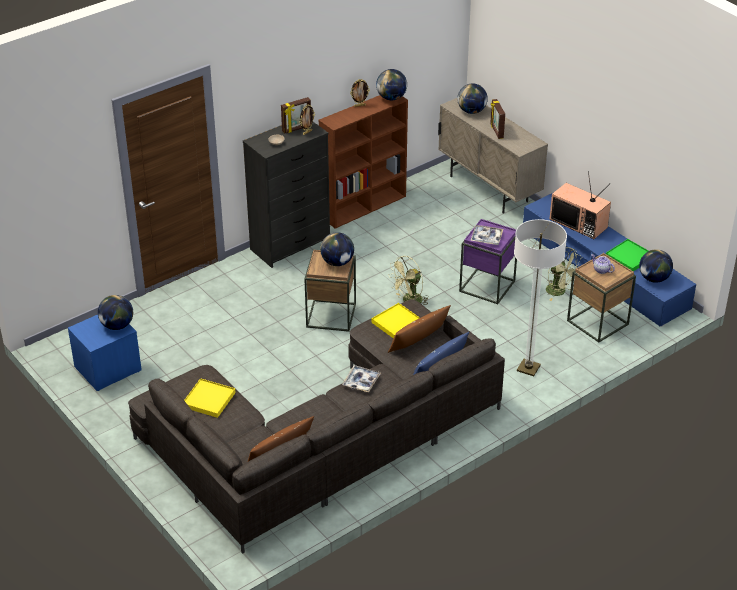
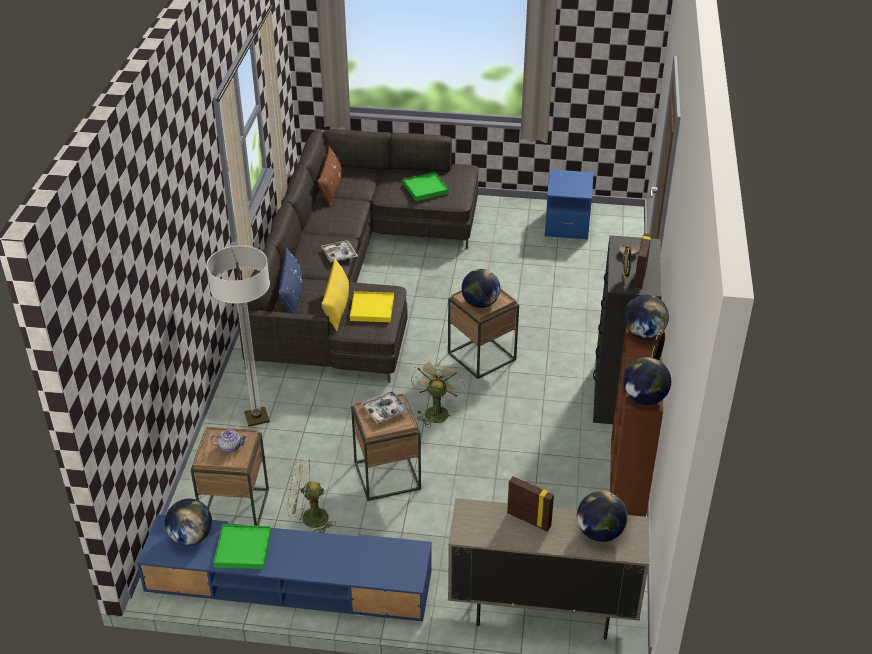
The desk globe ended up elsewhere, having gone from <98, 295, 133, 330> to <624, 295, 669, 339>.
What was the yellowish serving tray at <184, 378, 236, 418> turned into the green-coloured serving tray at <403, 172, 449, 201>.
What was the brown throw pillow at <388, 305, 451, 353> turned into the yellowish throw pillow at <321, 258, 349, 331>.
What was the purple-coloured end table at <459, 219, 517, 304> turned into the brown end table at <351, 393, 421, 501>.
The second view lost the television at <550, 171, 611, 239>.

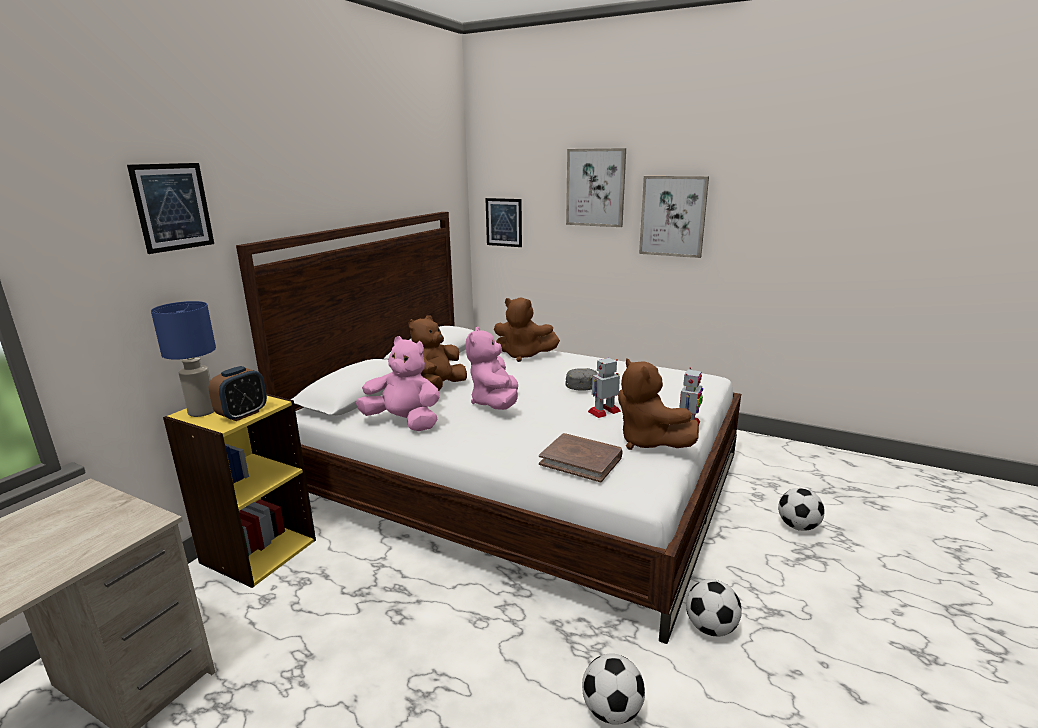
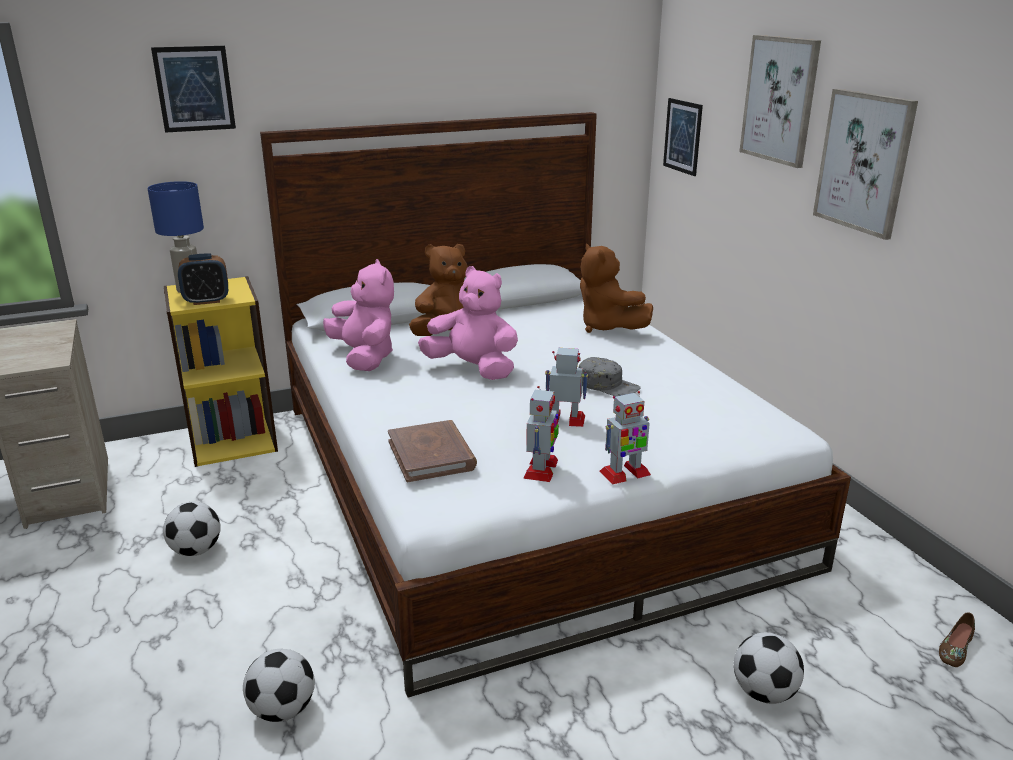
The pink-coloured soft toy at <466, 327, 518, 410> ended up facing another way, 75 degrees clockwise from before.
Where the brown soft toy stood at <618, 358, 699, 450>, the model robot came to stand at <523, 386, 559, 482>.
The football ended up elsewhere, having gone from <686, 579, 742, 637> to <163, 502, 221, 556>.
The second view gained the brown shoe at <939, 612, 975, 667>.

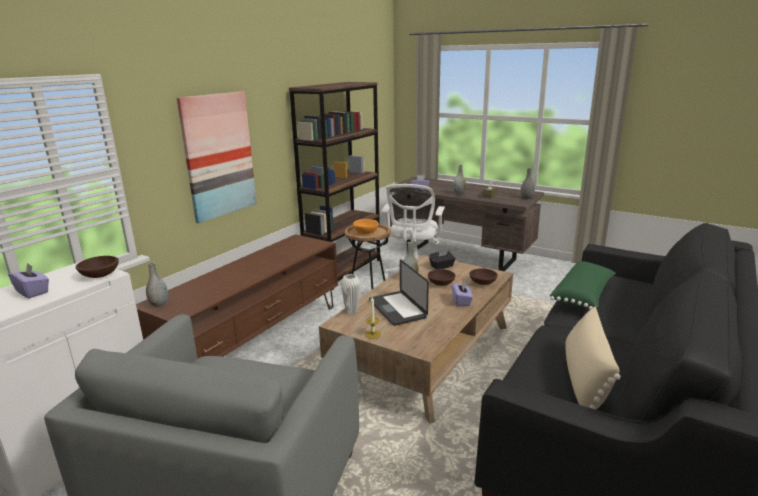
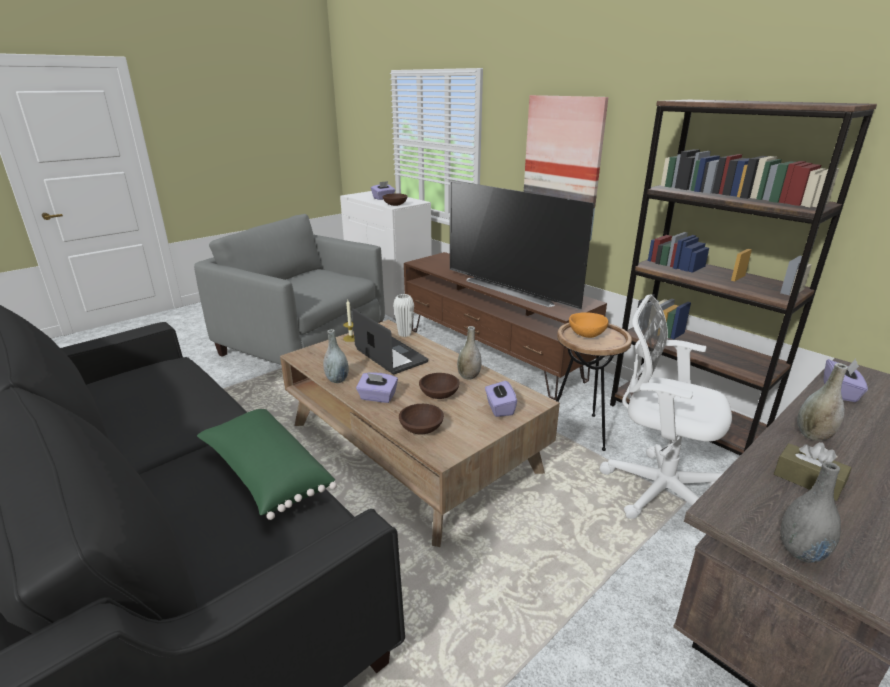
The grey flower vase ended up elsewhere, having gone from <146, 262, 168, 307> to <323, 329, 349, 383>.
The portable computer at <369, 260, 429, 326> ended up facing another way, 60 degrees clockwise from before.
What was the black box of tissues at <429, 250, 456, 270> turned into the purple-coloured box of tissues at <485, 381, 517, 417>.
The second view lost the beige throw pillow at <565, 307, 621, 410>.
The second view gained the television at <450, 180, 594, 310>.

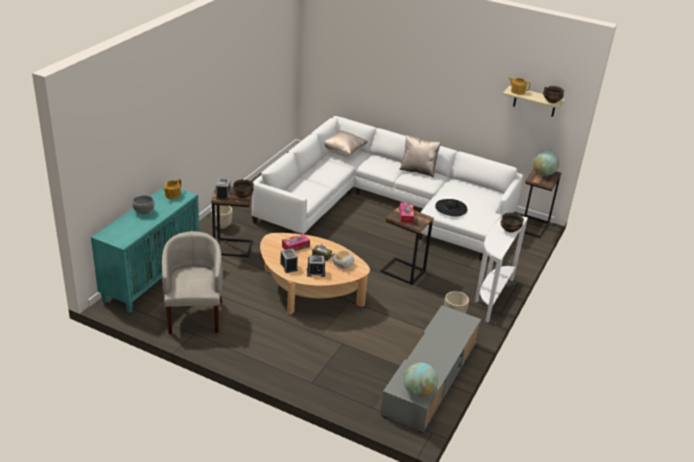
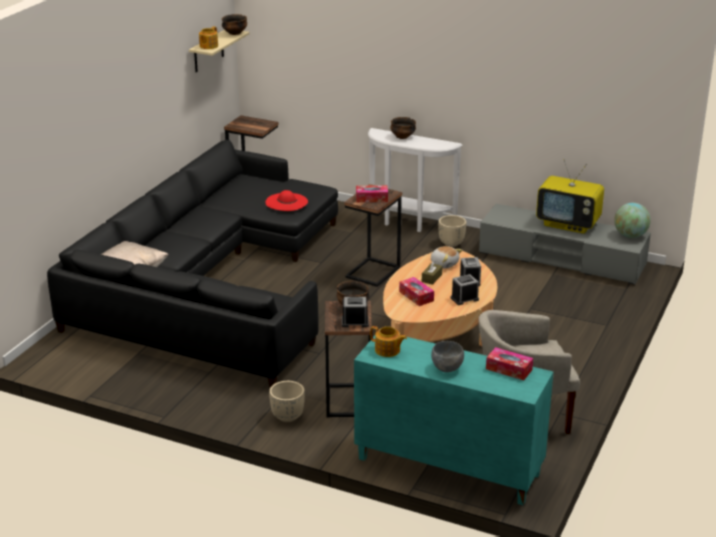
What was the whitish settee at <252, 116, 523, 260> turned into the black settee at <47, 140, 338, 388>.
The second view lost the beige throw pillow at <399, 135, 441, 178>.
What was the black wearable hat at <435, 199, 467, 216> turned into the red-coloured wearable hat at <265, 190, 308, 211>.
The second view lost the desk globe at <533, 150, 559, 176>.
The second view gained the box of tissues at <486, 347, 533, 380>.
The second view gained the television at <536, 159, 604, 234>.

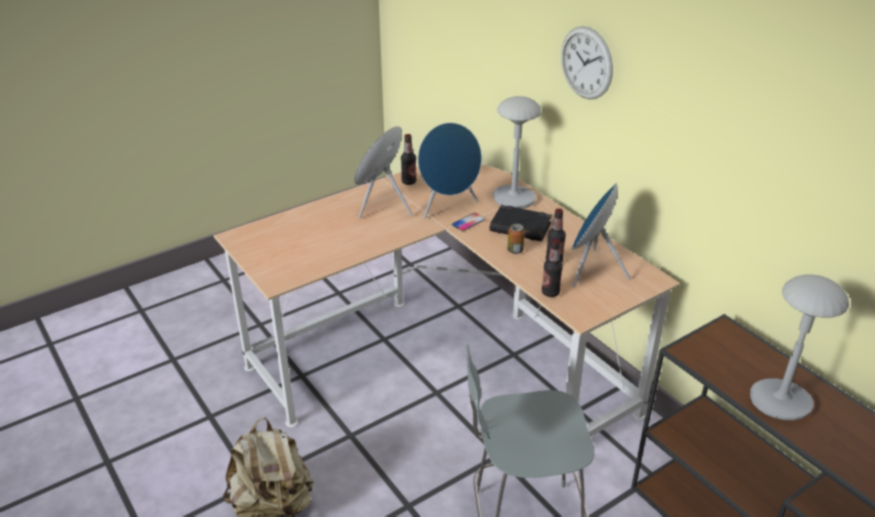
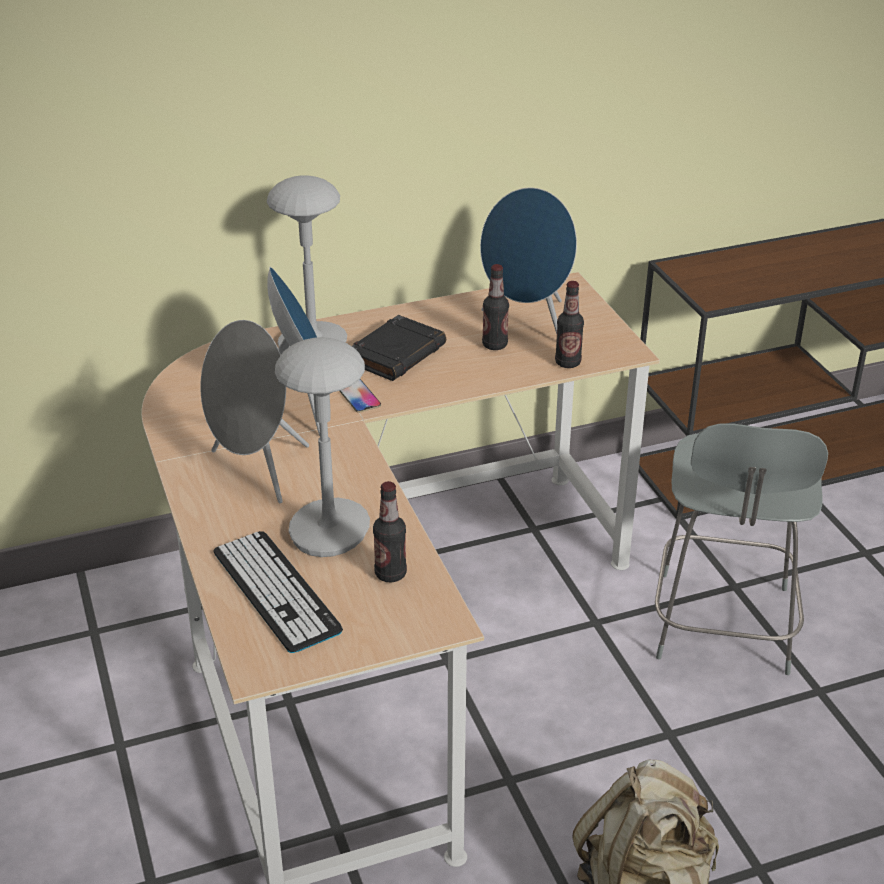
The bottle ended up elsewhere, having gone from <401, 134, 417, 185> to <373, 481, 407, 582>.
The second view lost the can at <507, 224, 525, 254>.
The second view lost the clock on the wall at <561, 26, 613, 99>.
The grey tabletop lamp ended up elsewhere, having gone from <750, 275, 849, 420> to <275, 337, 370, 557>.
The second view gained the computer keyboard at <213, 531, 343, 653>.

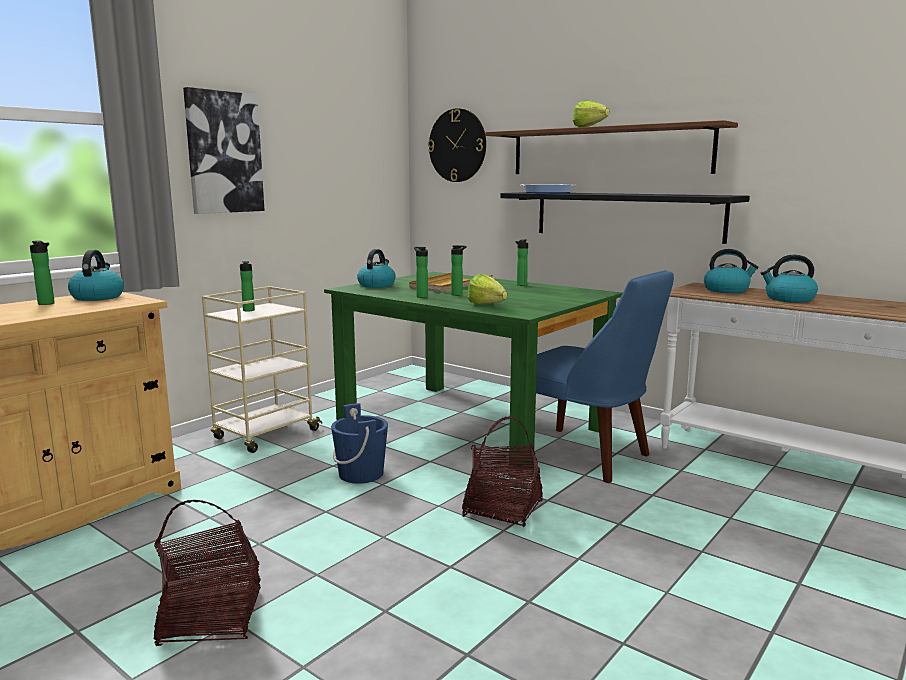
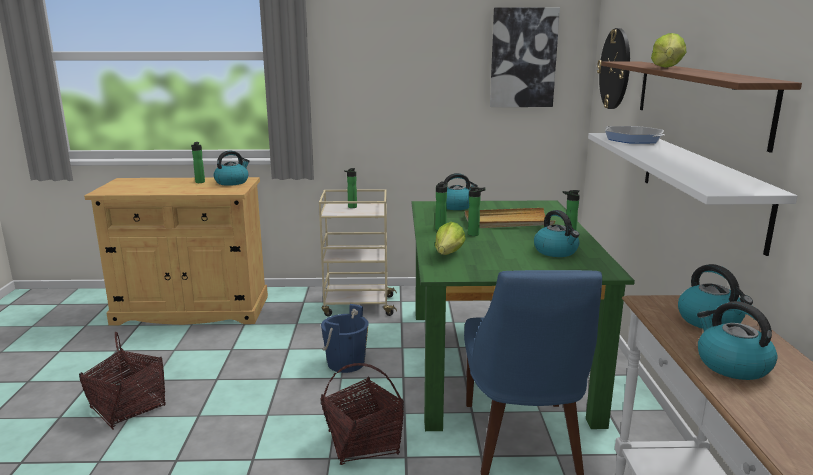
The wall art ended up elsewhere, having gone from <183, 87, 265, 214> to <490, 8, 560, 107>.
What was the black shelf at <500, 192, 750, 244> turned into the whitish shelf at <588, 133, 797, 256>.
The second view gained the water kettle at <534, 210, 579, 257>.

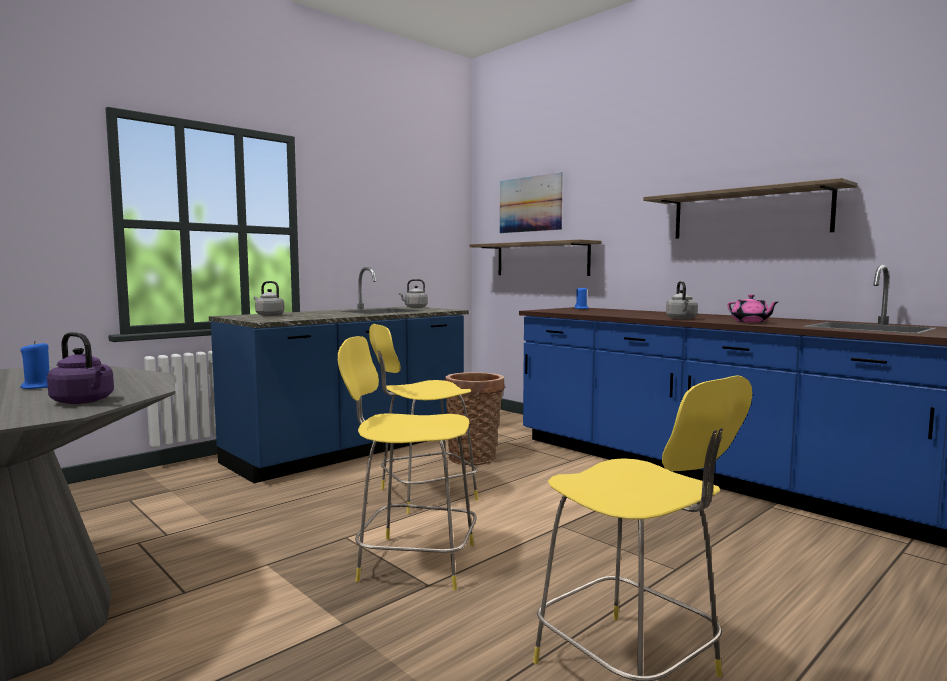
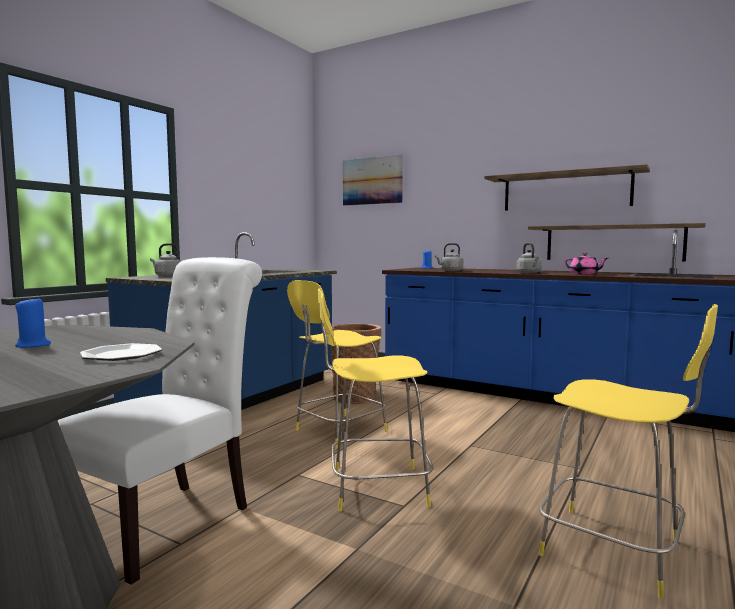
Where the purple-coloured water kettle stood at <47, 332, 114, 404>, the plate came to stand at <80, 343, 162, 361>.
The grey water kettle ended up elsewhere, having gone from <399, 279, 428, 308> to <435, 243, 463, 271>.
The shelf ended up elsewhere, having gone from <469, 239, 602, 276> to <528, 223, 706, 262>.
The second view gained the whitish upright chair at <57, 257, 262, 585>.

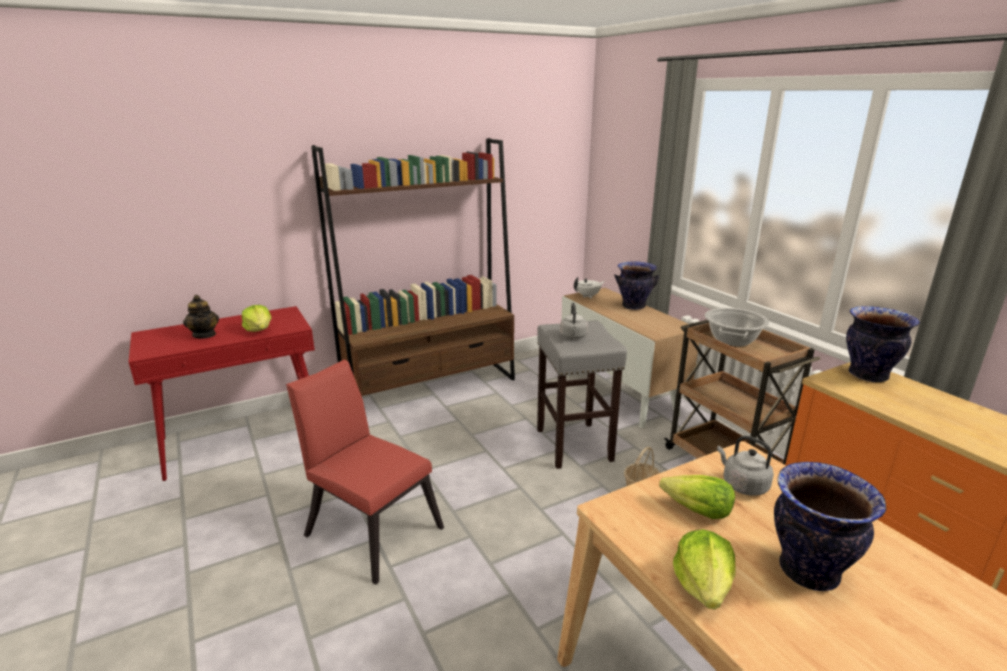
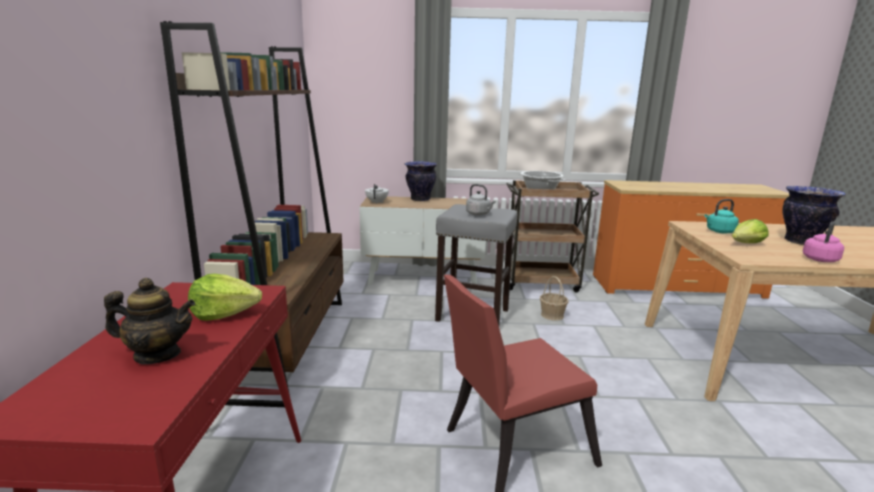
Where the lettuce head stood at <673, 529, 735, 610>, the pink-coloured water kettle came to stand at <803, 222, 844, 262>.
What was the grey water kettle at <717, 436, 774, 496> turned into the turquoise water kettle at <705, 199, 739, 234>.
The second view lost the flower vase at <846, 306, 920, 382>.

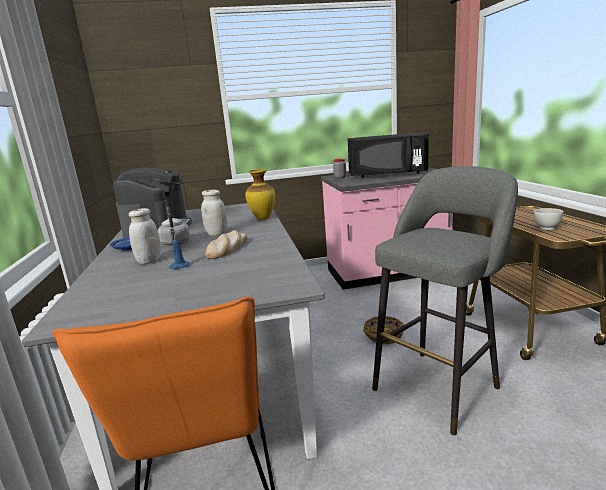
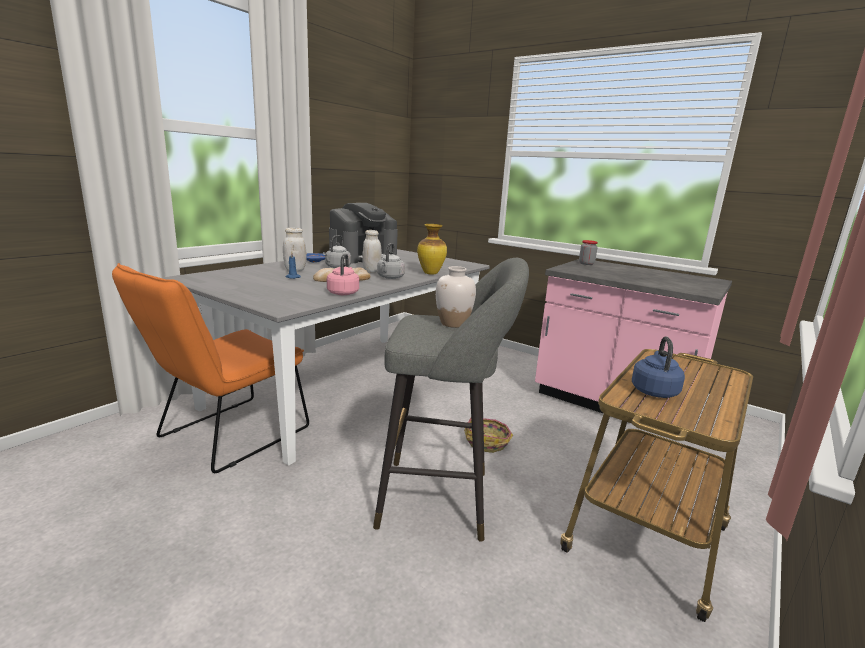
The second view lost the black kitchen microwave at <348, 132, 429, 178>.
Where the whitish deep dish stood at <534, 208, 564, 230>, the blue-coloured water kettle came to stand at <632, 336, 685, 398>.
The second view gained the pink-coloured water kettle at <327, 253, 359, 295>.
The second view gained the grey water kettle at <377, 243, 405, 279>.
The second view gained the whitish flower vase at <436, 266, 476, 328>.

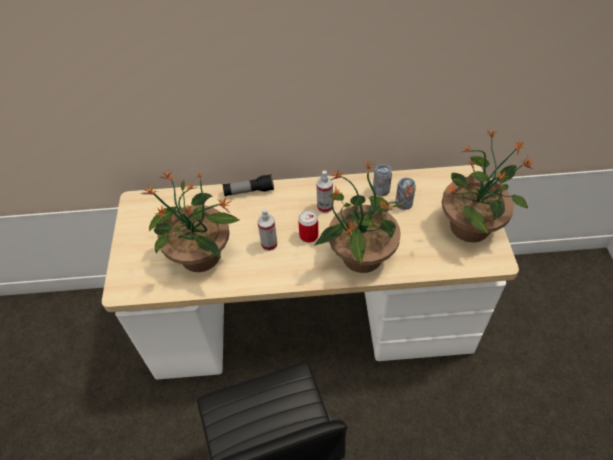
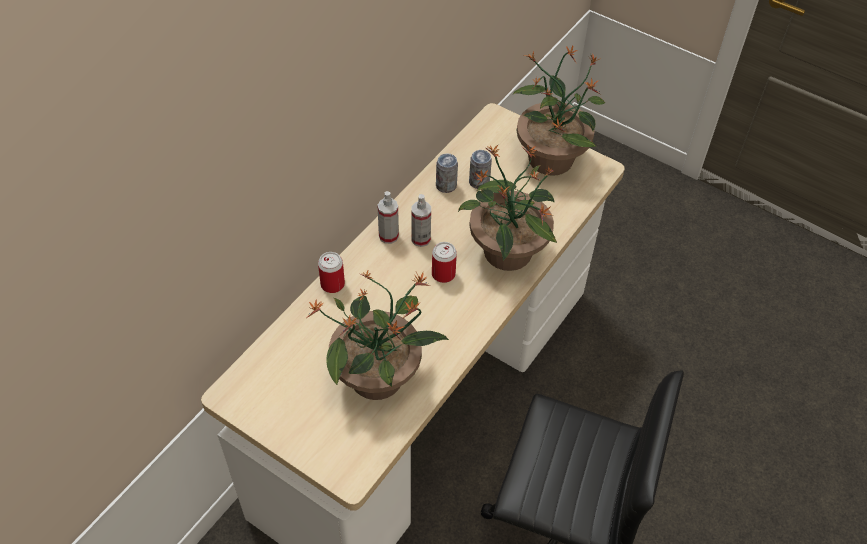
Where the hand torch stood at <223, 174, 274, 196>, the can came to stand at <318, 252, 345, 293>.
The spray bottle ended up elsewhere, having gone from <257, 208, 277, 251> to <378, 191, 399, 244>.

